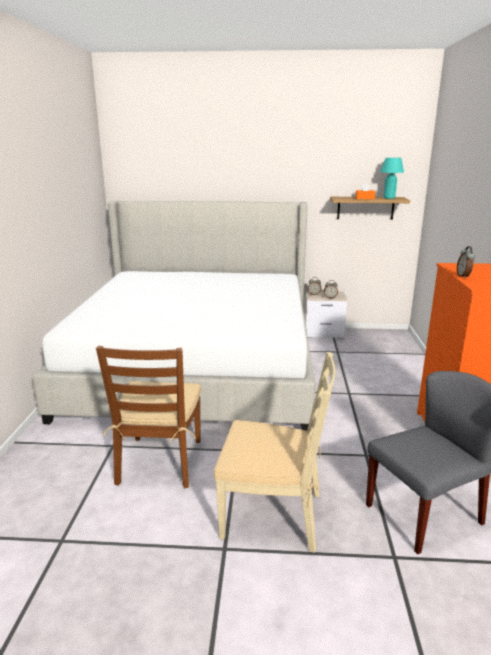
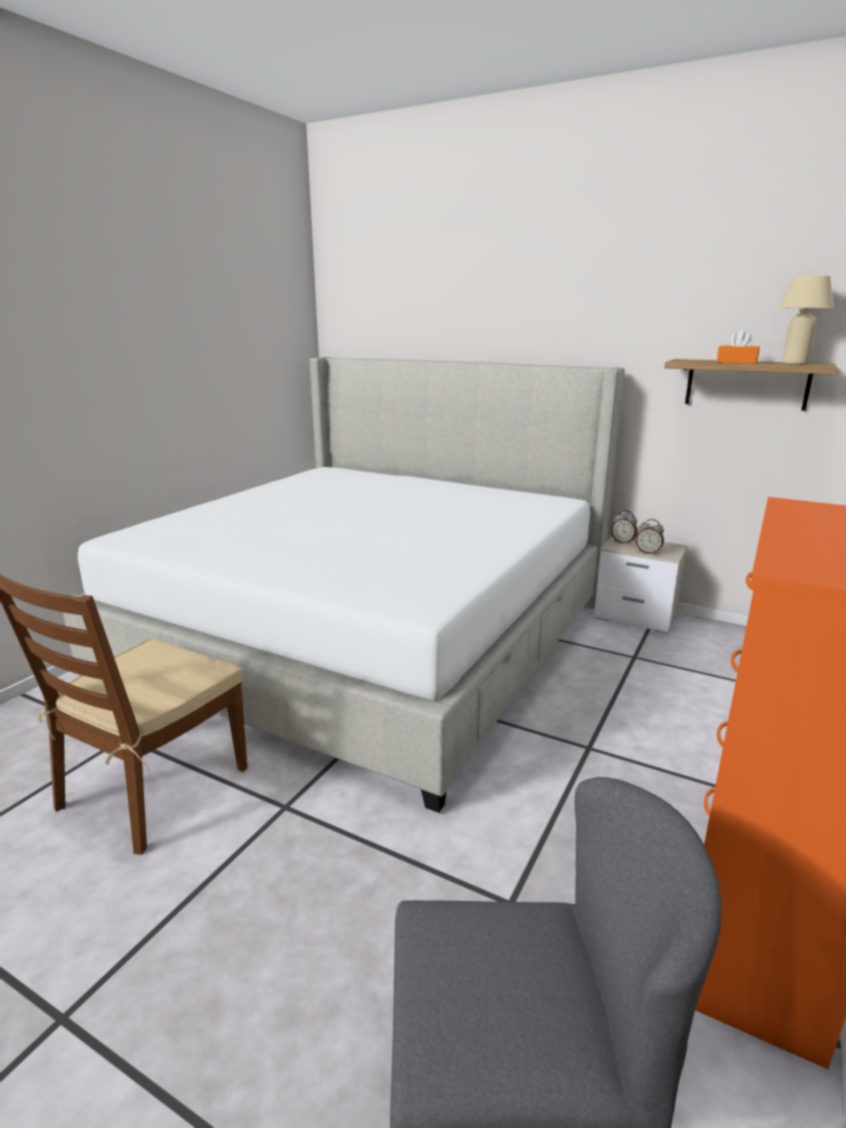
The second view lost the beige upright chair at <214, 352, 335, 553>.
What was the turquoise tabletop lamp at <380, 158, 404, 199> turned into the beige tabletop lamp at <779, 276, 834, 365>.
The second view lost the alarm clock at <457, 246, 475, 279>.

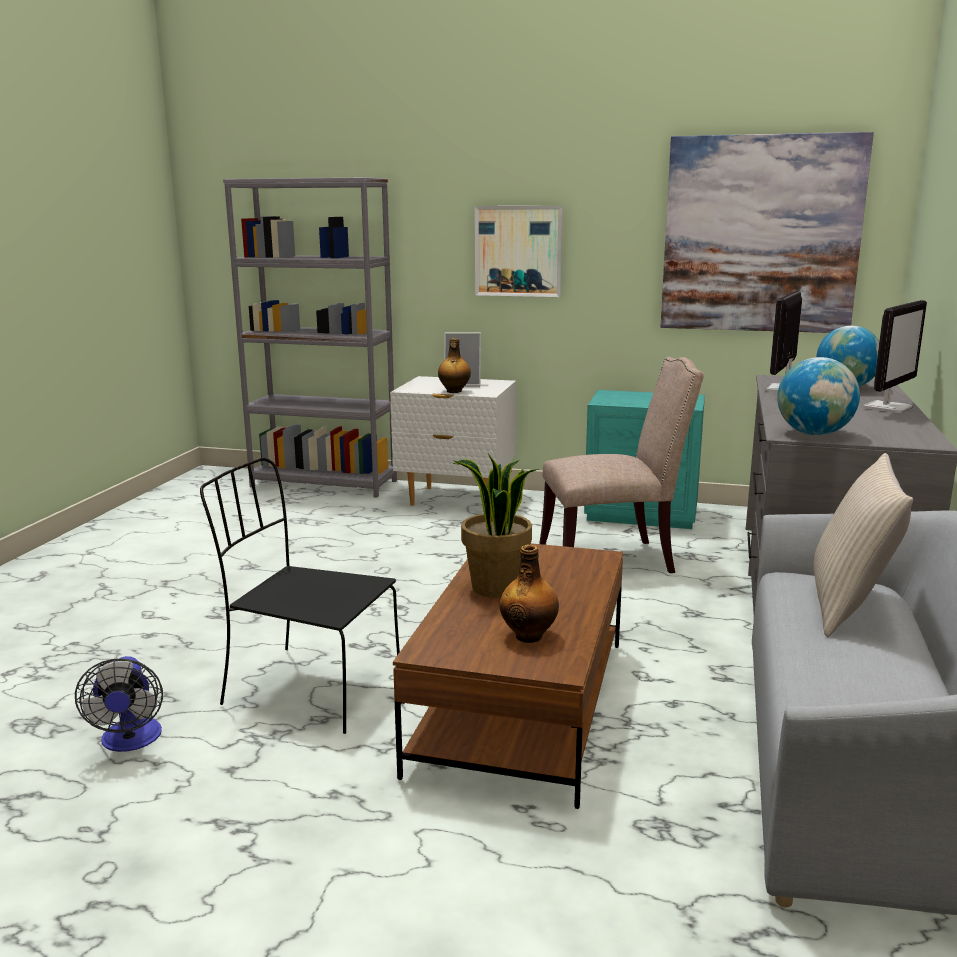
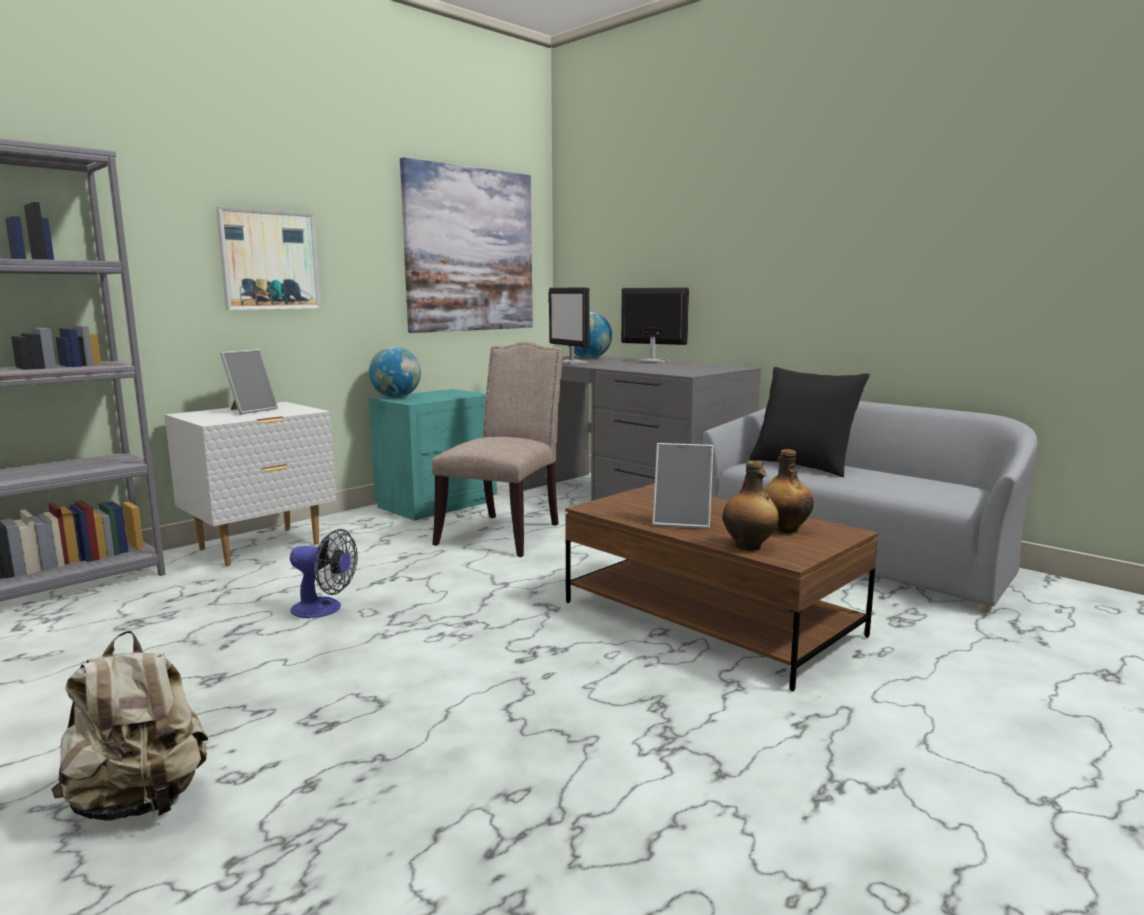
The cooling fan ended up elsewhere, having gone from <75, 656, 163, 752> to <290, 529, 358, 618>.
The second view lost the black upright chair at <200, 458, 400, 734>.
The bottle ended up elsewhere, having gone from <438, 338, 471, 393> to <723, 461, 779, 550>.
Where the houseplant stood at <453, 454, 539, 598>, the standing frame came to stand at <653, 443, 713, 529>.
The desk globe ended up elsewhere, having gone from <777, 357, 860, 435> to <369, 347, 421, 398>.
What was the beige throw pillow at <813, 453, 913, 637> turned into the black throw pillow at <749, 367, 870, 477>.
The computer screen at <863, 300, 927, 413> ended up facing another way, 45 degrees counterclockwise from before.
The second view gained the beige rucksack at <51, 630, 208, 821>.

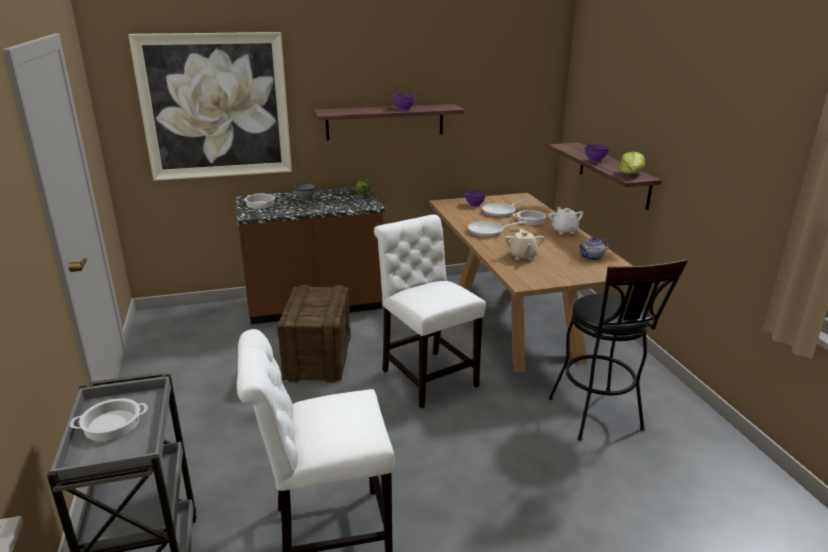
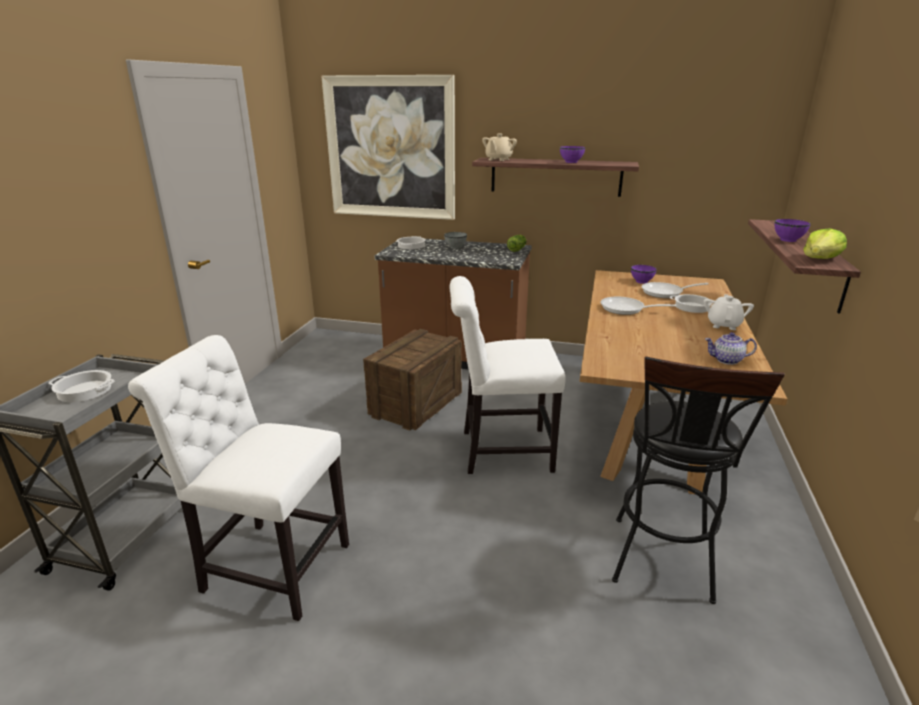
The whitish upright chair at <374, 214, 486, 408> ended up facing another way, 90 degrees counterclockwise from before.
The beige tea pot ended up elsewhere, having gone from <505, 229, 544, 260> to <482, 133, 517, 161>.

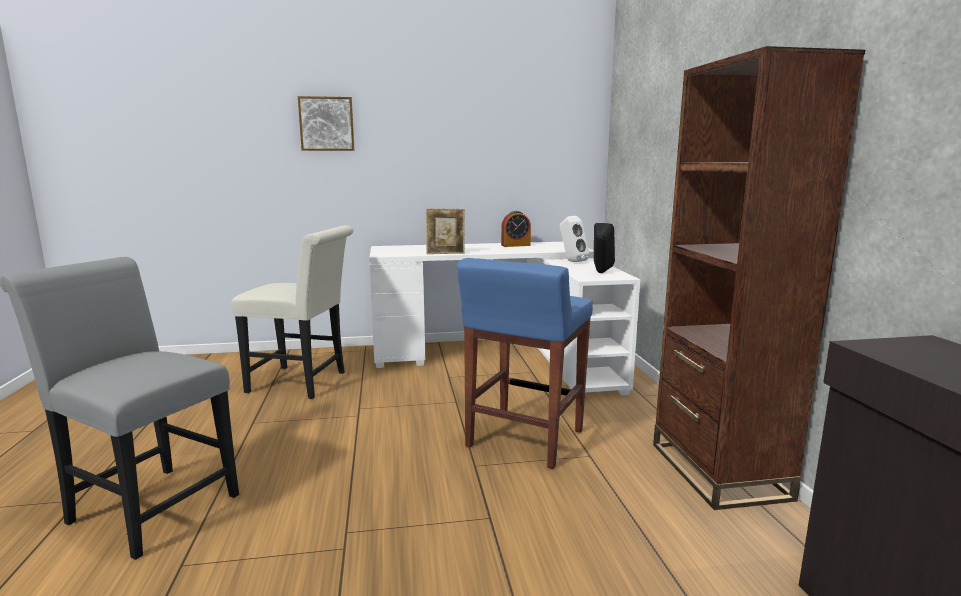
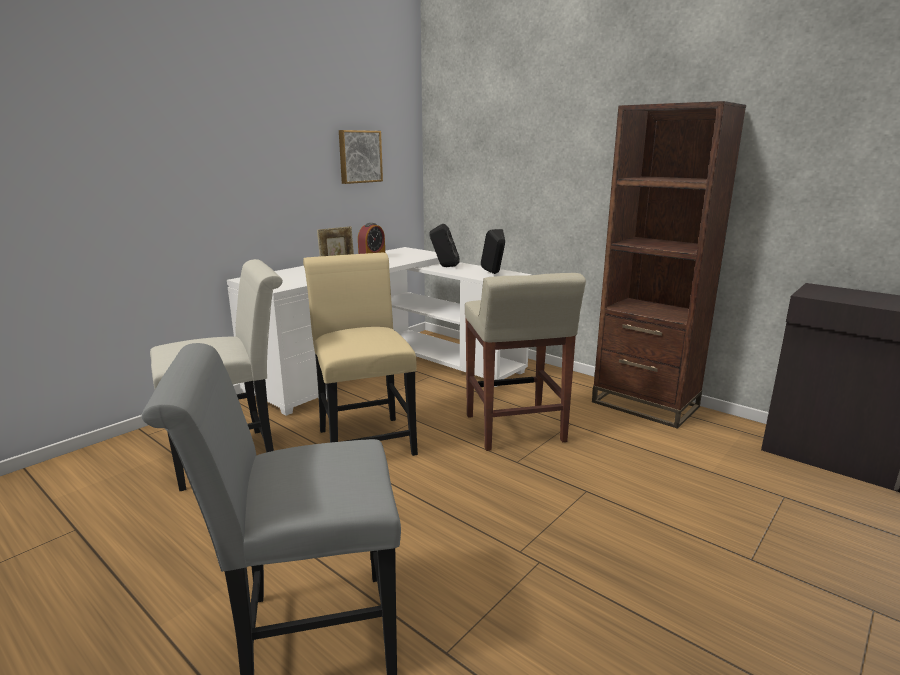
The wall art ended up elsewhere, having gone from <298, 96, 354, 151> to <339, 130, 383, 184>.
What was the blue-coloured stool seat at <457, 258, 593, 469> turned into the beige stool seat at <465, 273, 586, 451>.
What was the whitish loudspeaker at <560, 216, 590, 262> turned into the black loudspeaker at <429, 224, 460, 267>.
The second view gained the beige upright chair at <303, 253, 418, 456>.

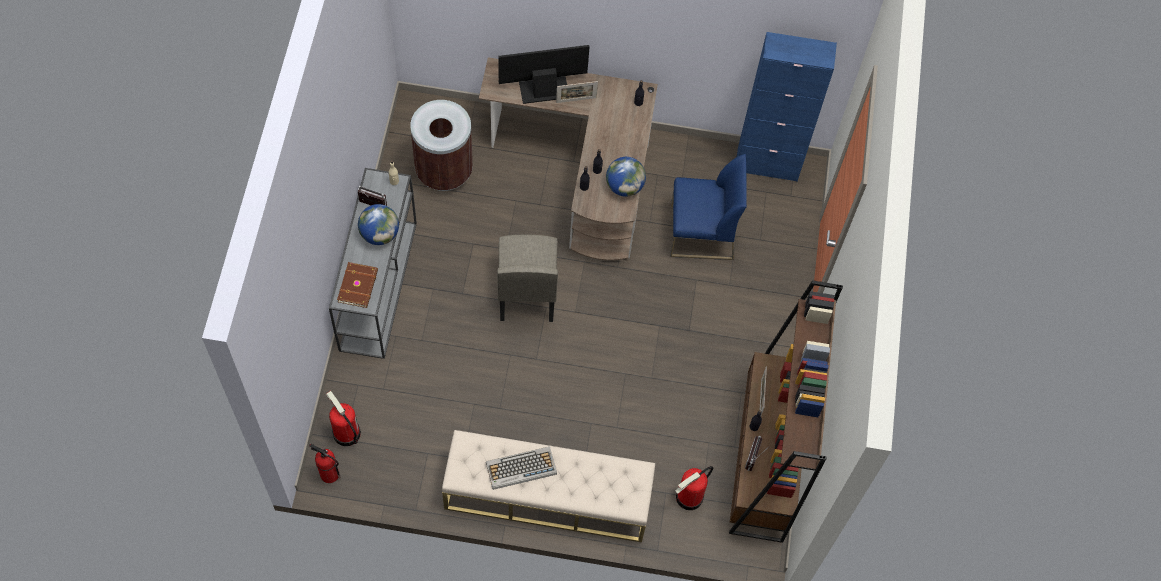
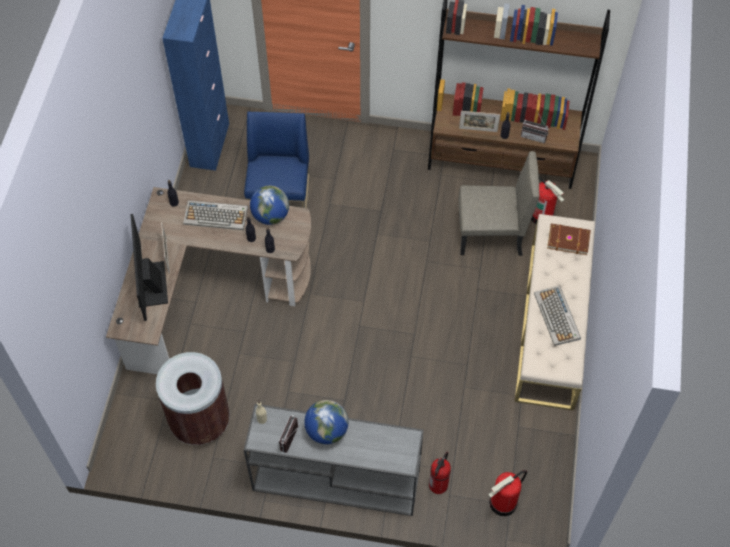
The extinguisher ended up elsewhere, having gone from <309, 444, 341, 483> to <429, 452, 451, 494>.
The brown bound book ended up elsewhere, having gone from <337, 262, 378, 308> to <547, 223, 591, 255>.
The beige upright chair ended up elsewhere, having gone from <497, 235, 558, 322> to <459, 151, 539, 256>.
The second view gained the computer keyboard at <183, 200, 248, 230>.

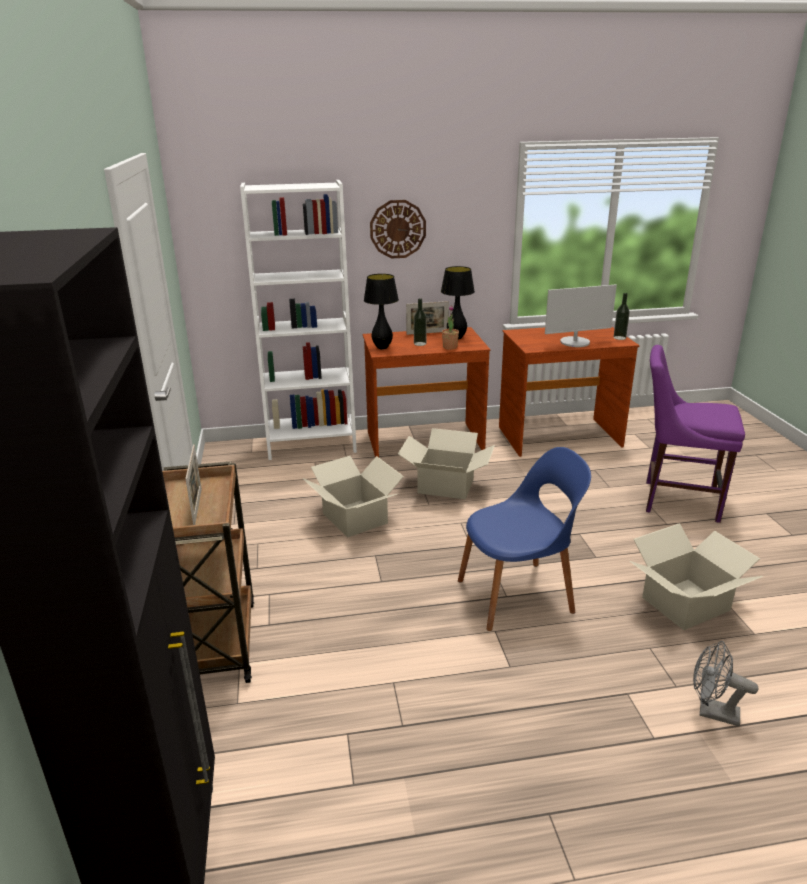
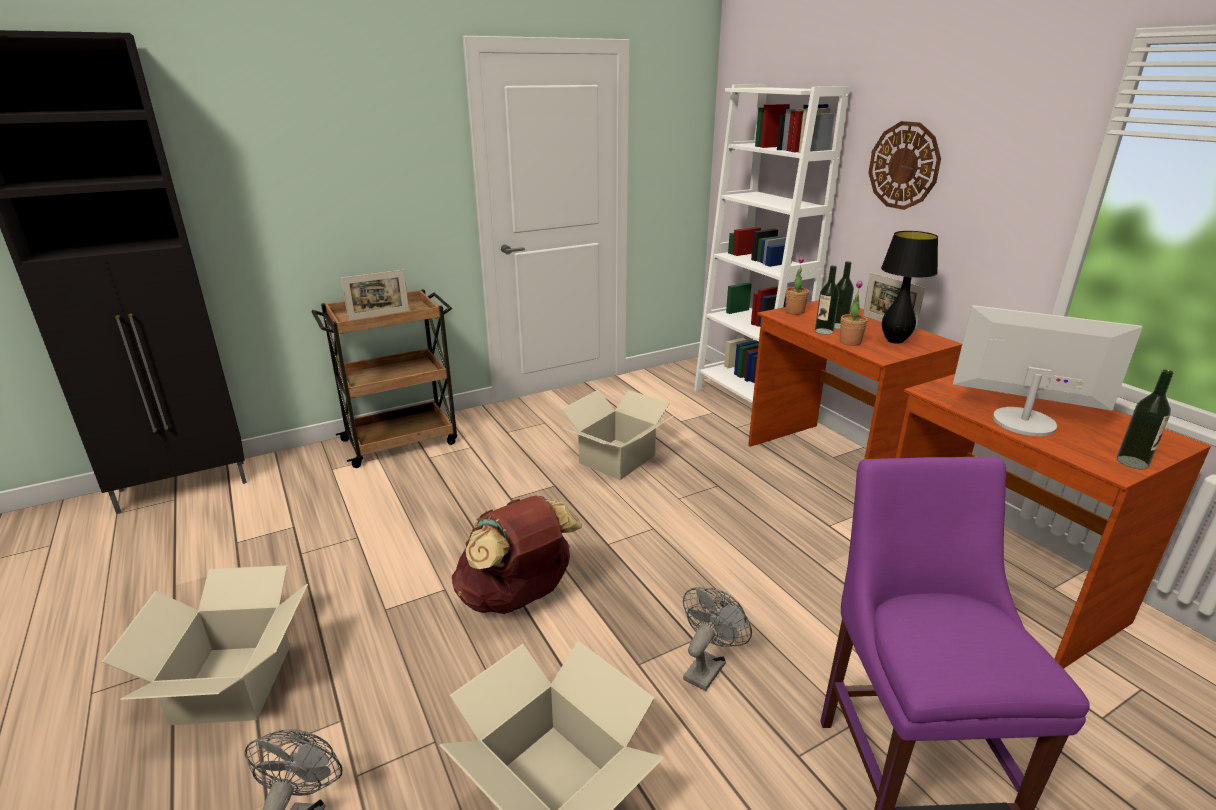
Where the black tabletop lamp stood at <364, 274, 399, 349>, the houseplant came to stand at <785, 256, 809, 315>.
The packing box ended up elsewhere, having gone from <398, 428, 495, 499> to <102, 565, 308, 725>.
Where the blue-coloured upright chair stood at <458, 447, 591, 631>, the brown rucksack came to stand at <452, 496, 582, 614>.
The computer screen at <545, 285, 617, 347> ended up facing another way, 150 degrees clockwise from before.
The second view gained the grey cooling fan at <683, 587, 752, 691>.
The second view gained the bottle at <815, 265, 839, 335>.

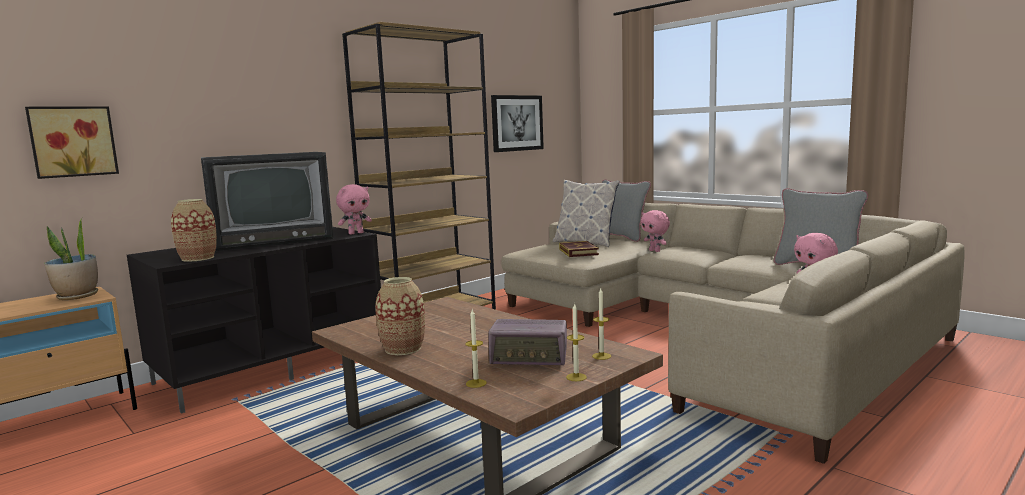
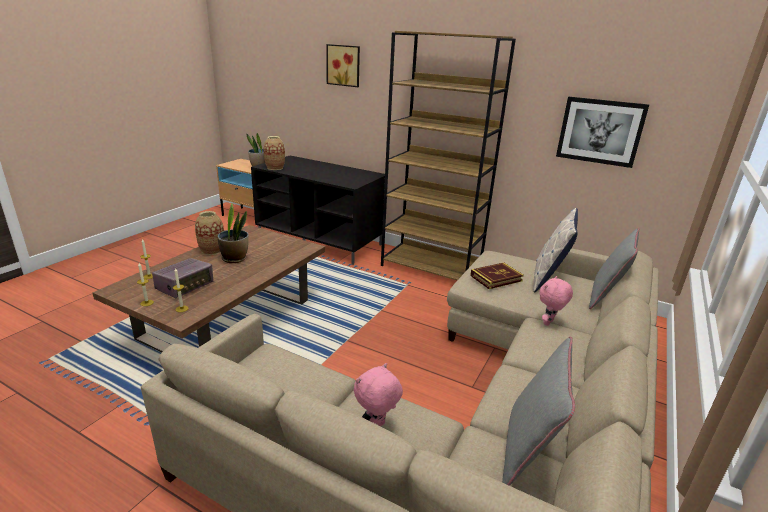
The wall art ended up elsewhere, having gone from <25, 106, 119, 179> to <326, 44, 360, 87>.
The second view lost the television at <201, 152, 334, 252>.
The second view lost the pink-coloured soft toy at <336, 184, 372, 234>.
The radio set at <488, 319, 567, 365> ended up facing another way, 135 degrees counterclockwise from before.
The second view gained the houseplant at <218, 204, 249, 263>.

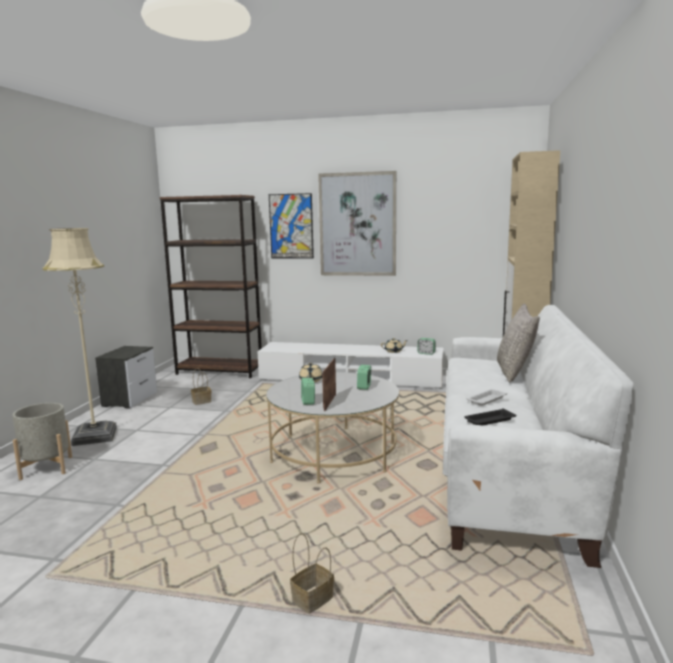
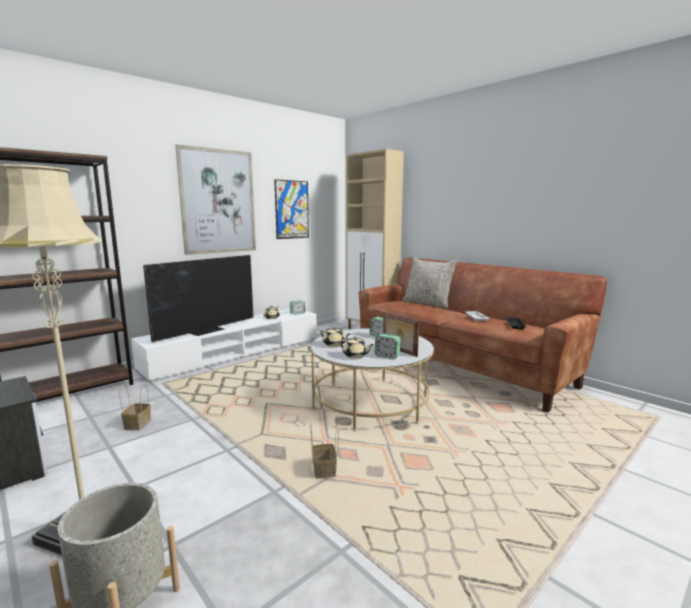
The wall art ended up elsewhere, having gone from <269, 193, 314, 259> to <274, 179, 309, 239>.
The household basket ended up elsewhere, having gone from <290, 533, 334, 614> to <311, 421, 339, 478>.
What was the whitish settee at <443, 305, 634, 568> turned into the brown settee at <359, 258, 607, 413>.
The second view gained the television at <143, 255, 254, 342>.
The second view gained the beige tea pot at <339, 336, 374, 358>.

